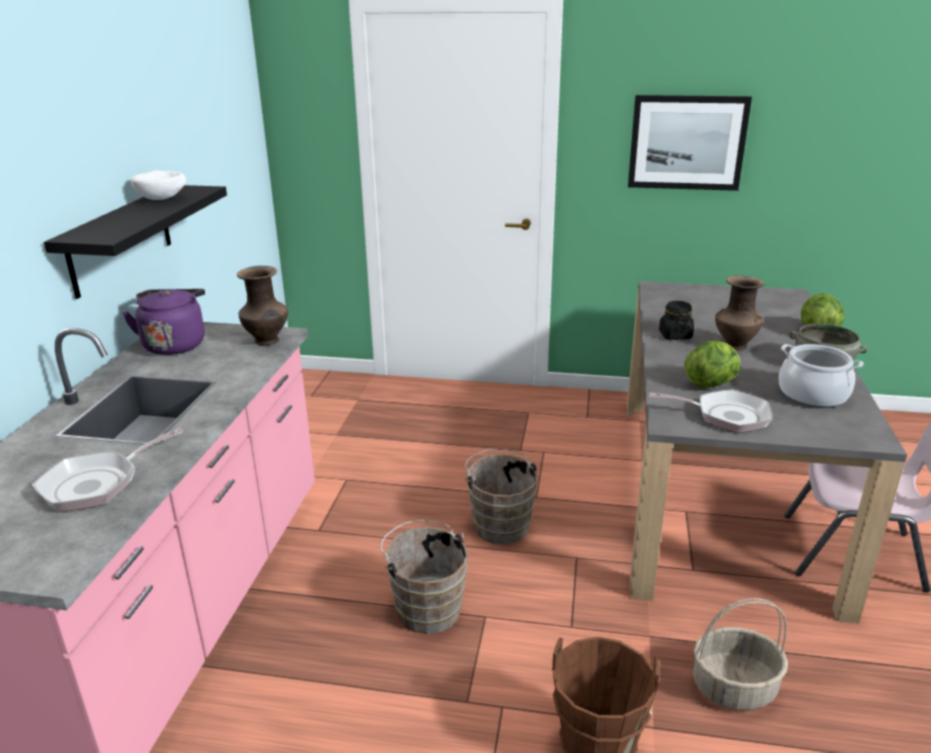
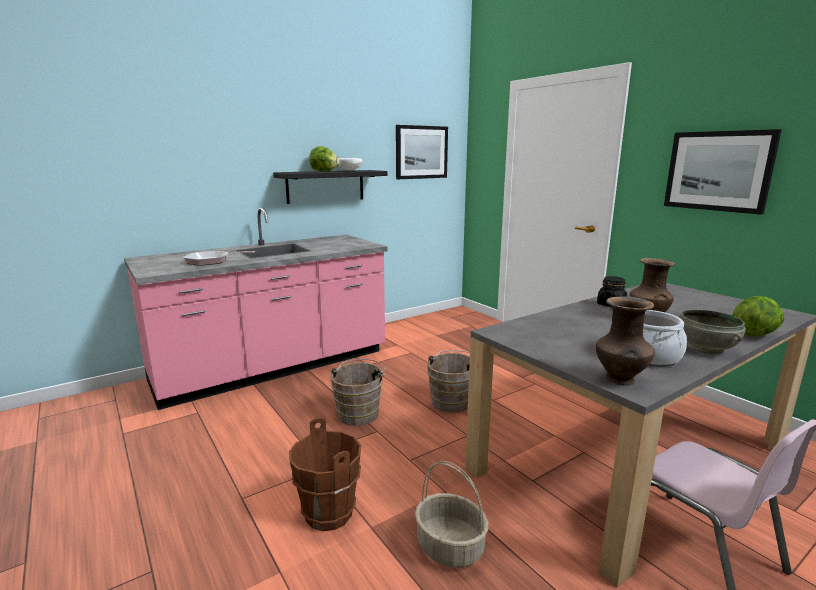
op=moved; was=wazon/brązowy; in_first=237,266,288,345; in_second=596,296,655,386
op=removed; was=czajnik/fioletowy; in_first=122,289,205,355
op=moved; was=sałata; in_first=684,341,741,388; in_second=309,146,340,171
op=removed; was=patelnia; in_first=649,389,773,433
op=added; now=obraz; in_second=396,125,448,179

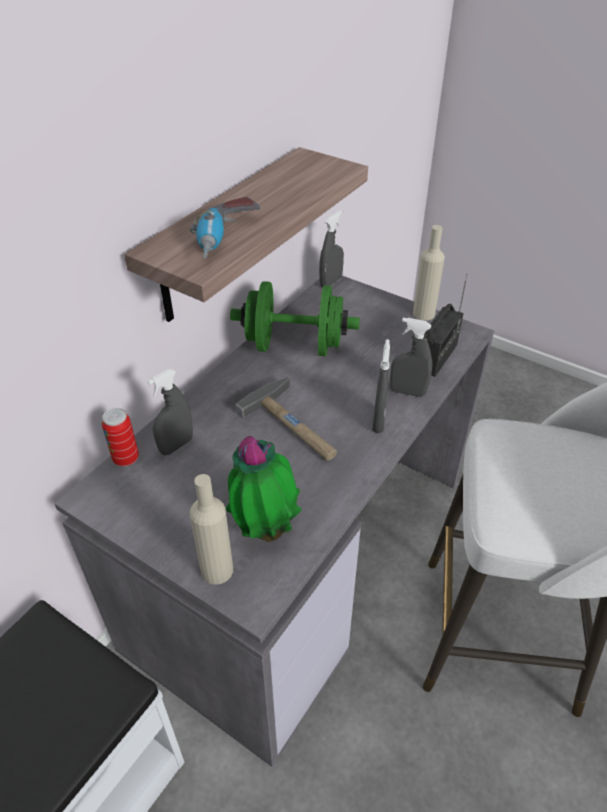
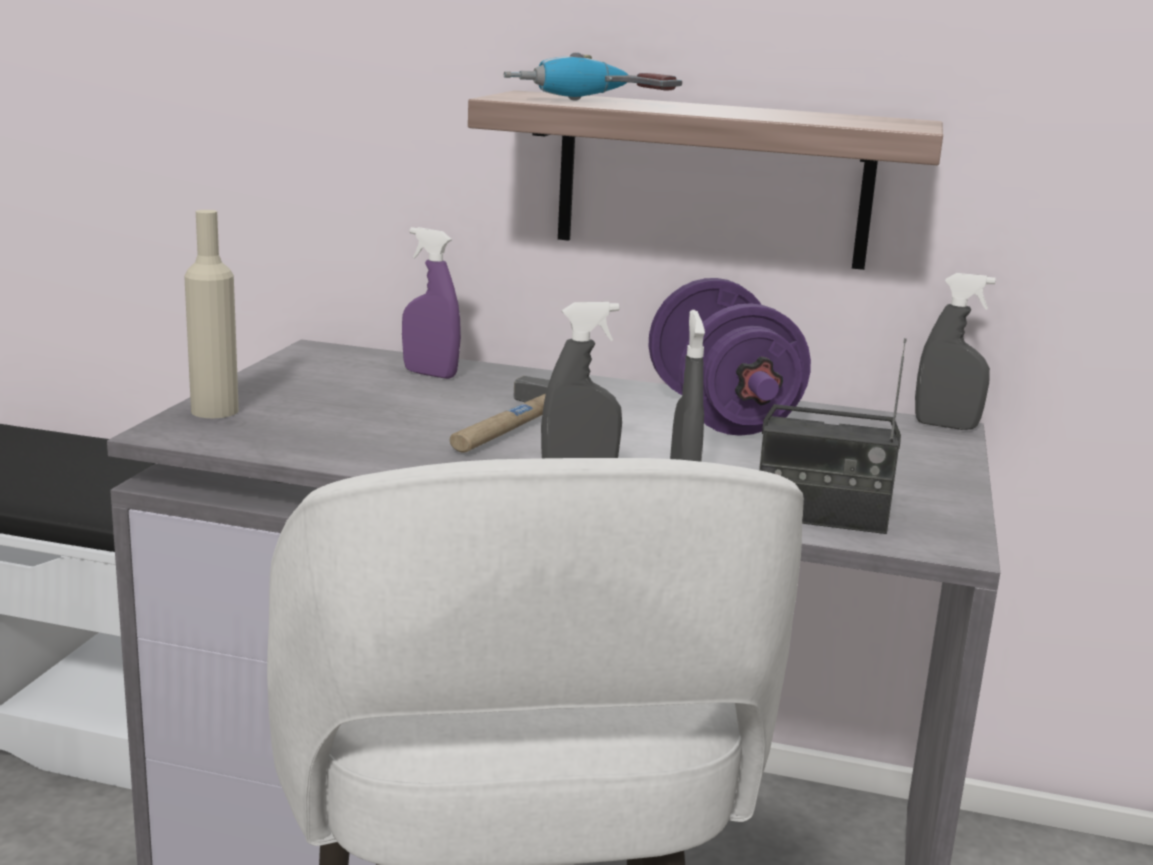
op=removed; was=butelka/beżowy; in_first=413,225,445,321
op=recoloured; was=hantel/zielony; now=hantel/fioletowy; in_first=230,281,360,356; in_second=649,278,811,436
op=recoloured; was=spryskiwacz/szary; now=spryskiwacz/fioletowy; in_first=147,369,193,455; in_second=402,227,461,379
op=removed; was=puszka; in_first=102,408,139,466
op=removed; was=roślina doniczkowa; in_first=226,436,302,542

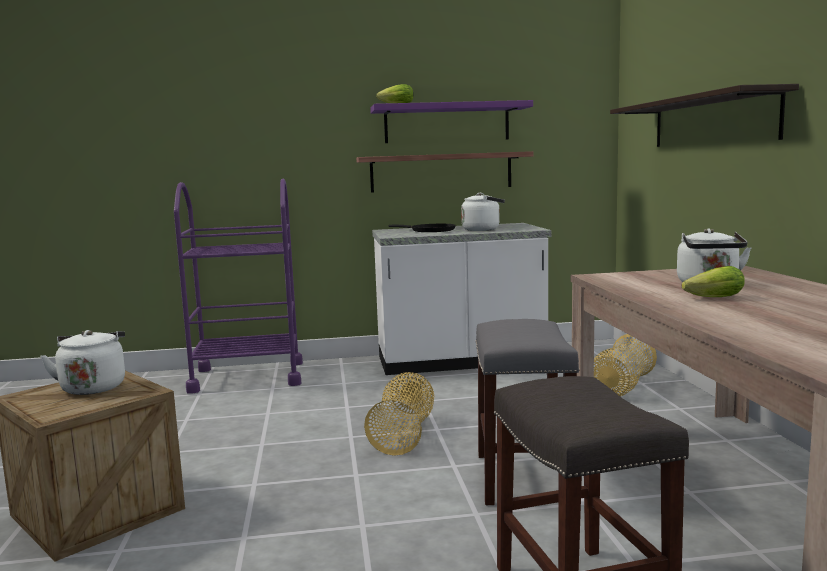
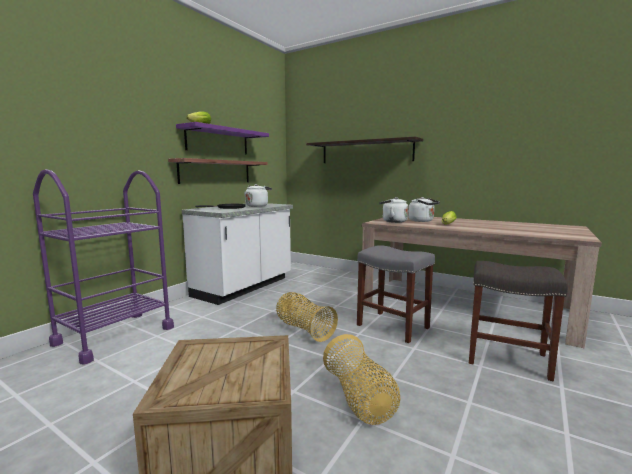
op=moved; was=czajnik/biały; in_first=40,330,125,395; in_second=379,197,409,223
op=moved; was=koszyk; in_first=594,334,657,396; in_second=323,334,400,425

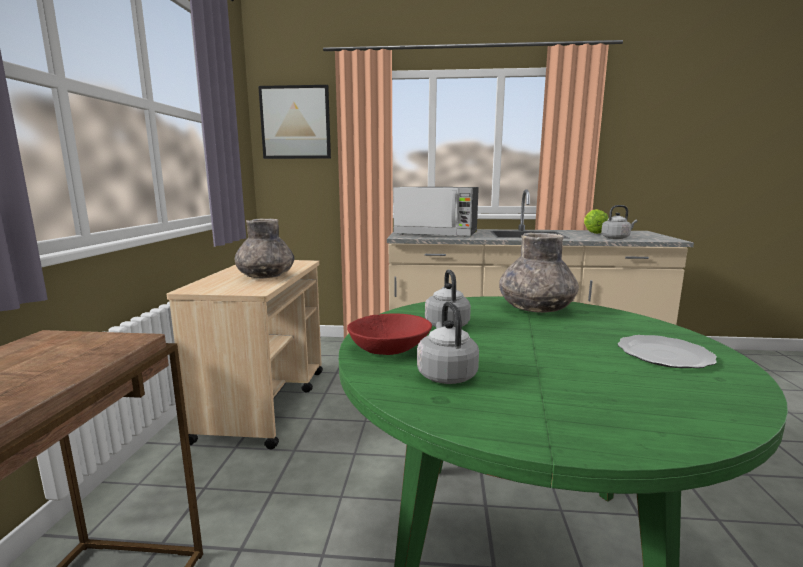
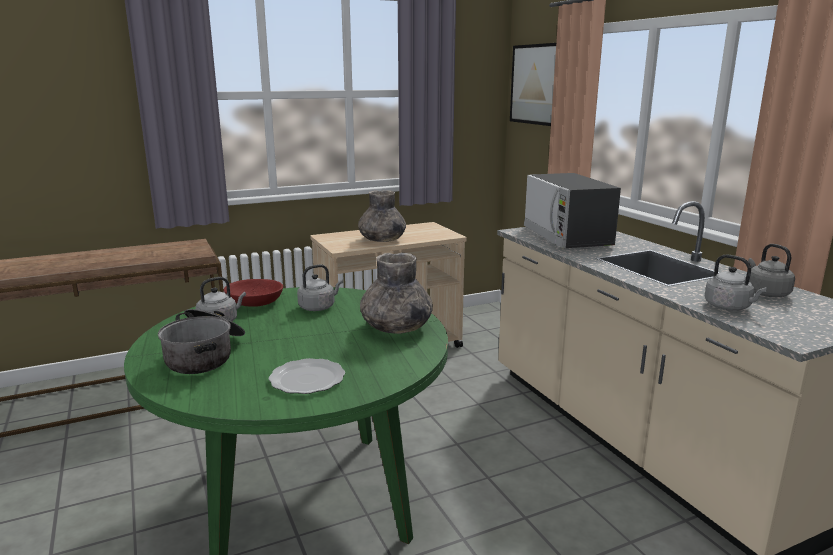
op=replaced; was=sałata; now=czajnik/szary; in_first=584,209,608,234; in_second=748,244,795,297
op=added; now=garnek; in_second=158,309,245,374

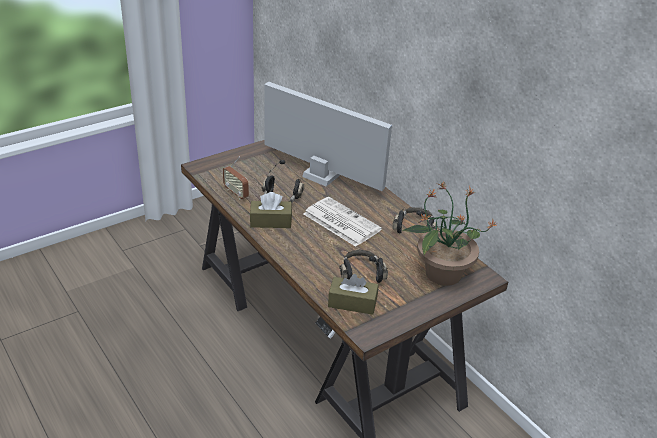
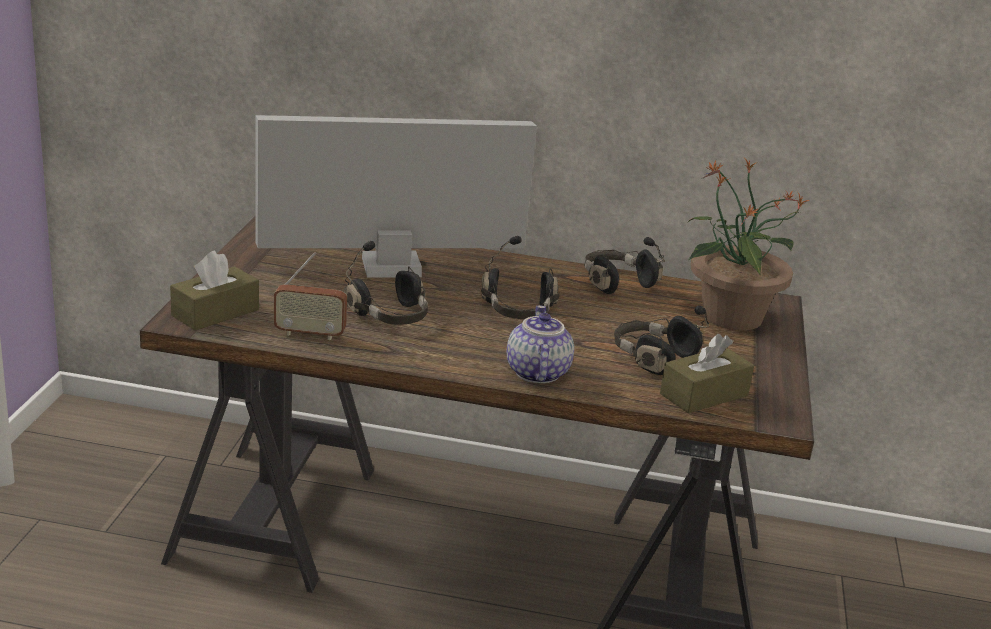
op=moved; was=pudełko chusteczek/brązowy; in_first=250,192,292,228; in_second=170,250,259,331
op=replaced; was=gazeta; now=słuchawki/czarny; in_first=304,197,382,247; in_second=481,236,560,319
op=added; now=imbryk; in_second=507,305,574,384

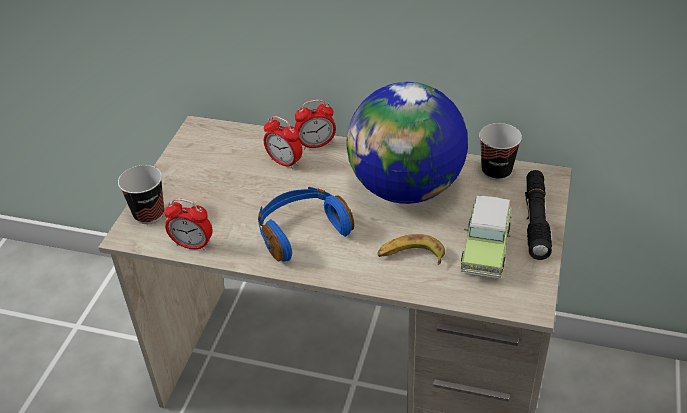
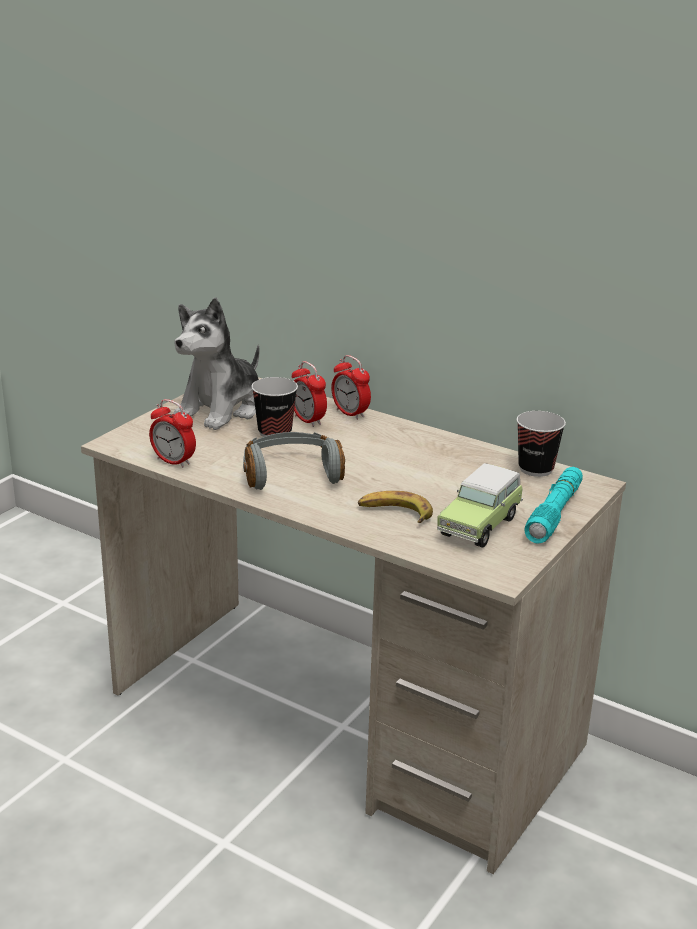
op=removed; was=globus; in_first=346,82,468,204
op=turned; was=budzik; in_first=295,99,336,150; in_second=331,355,371,420; clockwise=45
op=moved; was=filiżanka; in_first=118,165,164,224; in_second=251,377,298,437
op=recoloured; was=latarka/czarny; now=latarka/turkusowy; in_first=525,170,552,260; in_second=524,467,583,543
op=recoloured; was=słuchawki/niebieski; now=słuchawki/szary; in_first=258,187,354,262; in_second=243,432,345,490
op=added; now=pluszak; in_second=173,298,260,430

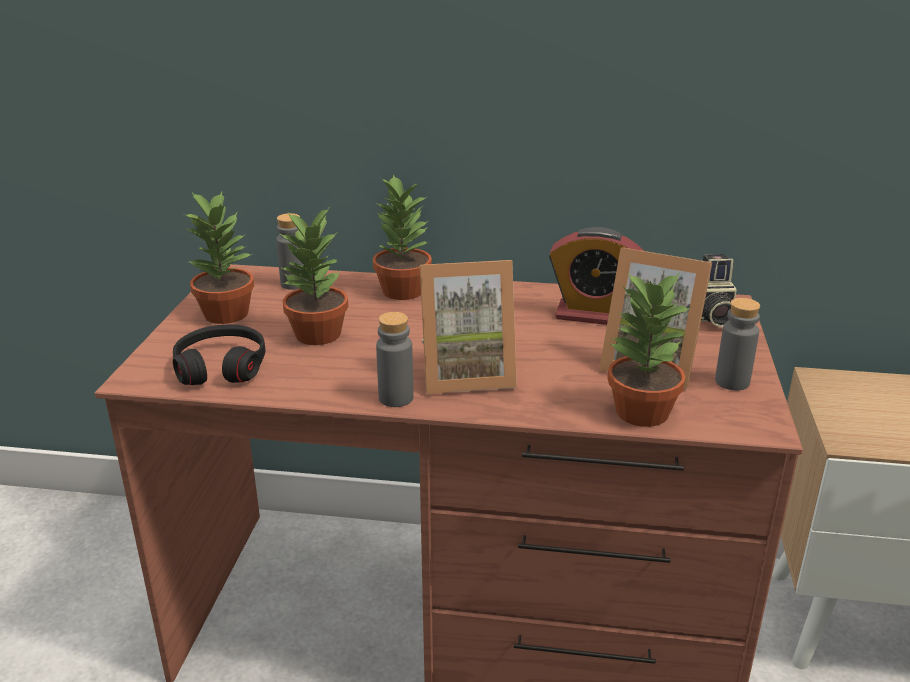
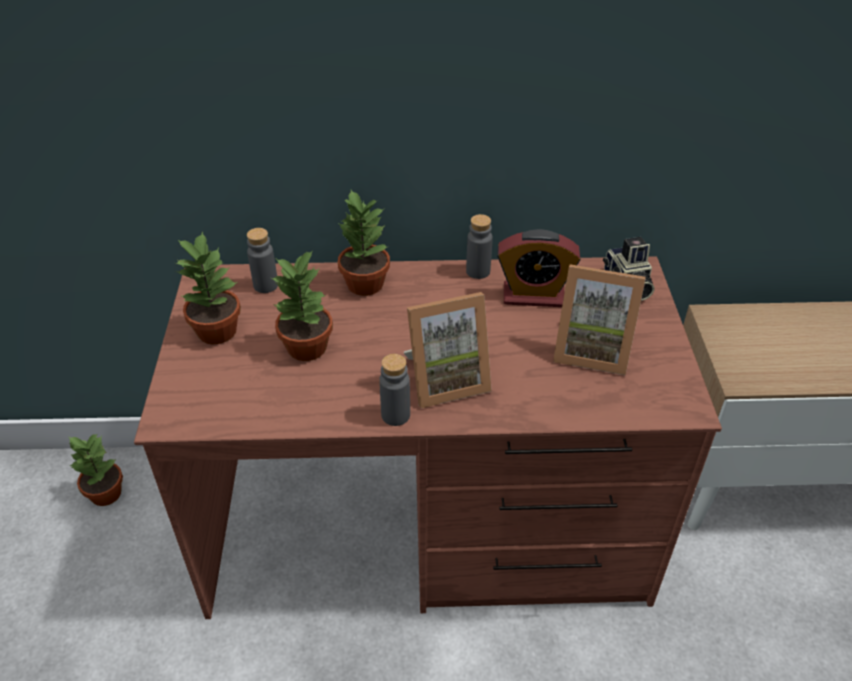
op=moved; was=roślina doniczkowa; in_first=607,272,693,427; in_second=68,433,123,506
op=moved; was=butelka/szary; in_first=715,298,760,390; in_second=466,214,493,279
op=removed; was=słuchawki/czarny; in_first=173,324,265,385

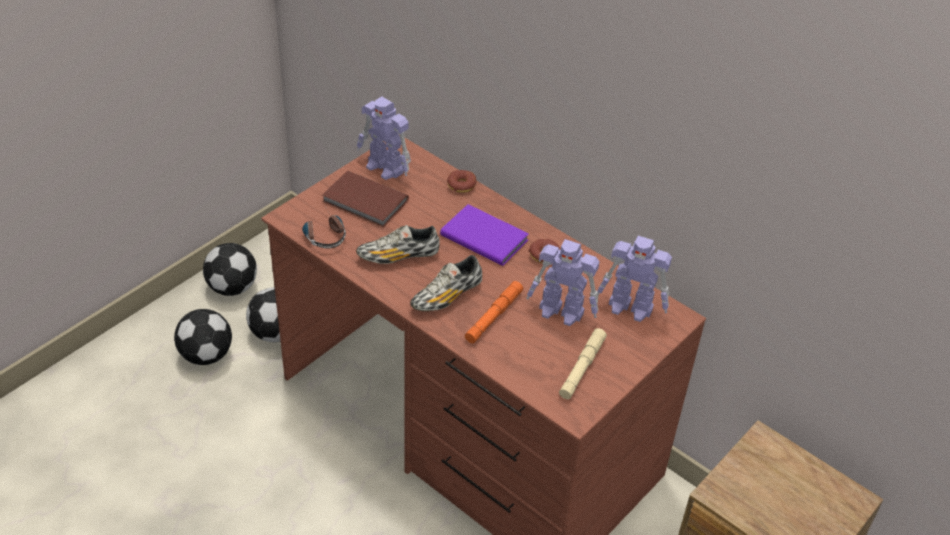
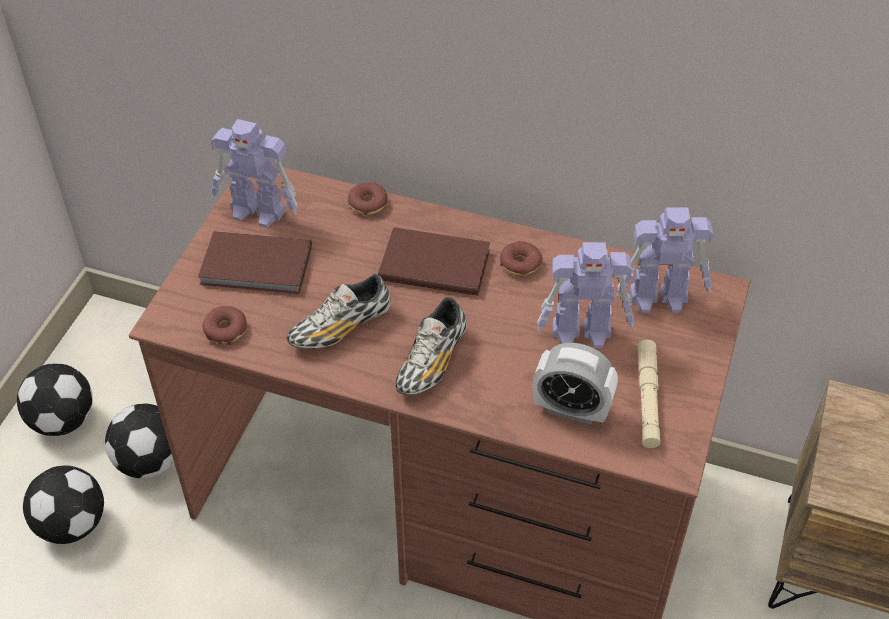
op=recoloured; was=książka/fioletowy; now=książka/brązowy; in_first=440,204,529,266; in_second=378,227,490,296
op=replaced; was=słuchawki; now=donut; in_first=302,208,346,248; in_second=203,306,247,345
op=removed; was=latarka/pomarańczowy; in_first=465,281,523,343
op=added; now=budzik; in_second=533,343,618,425

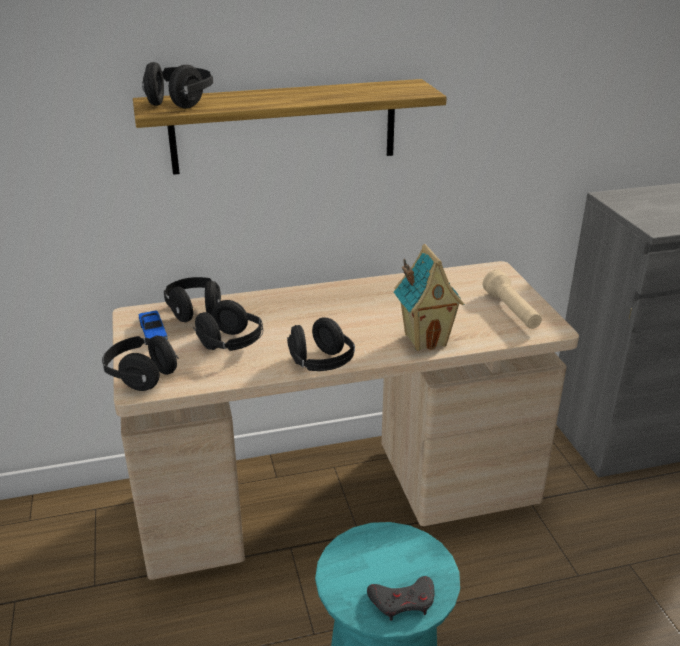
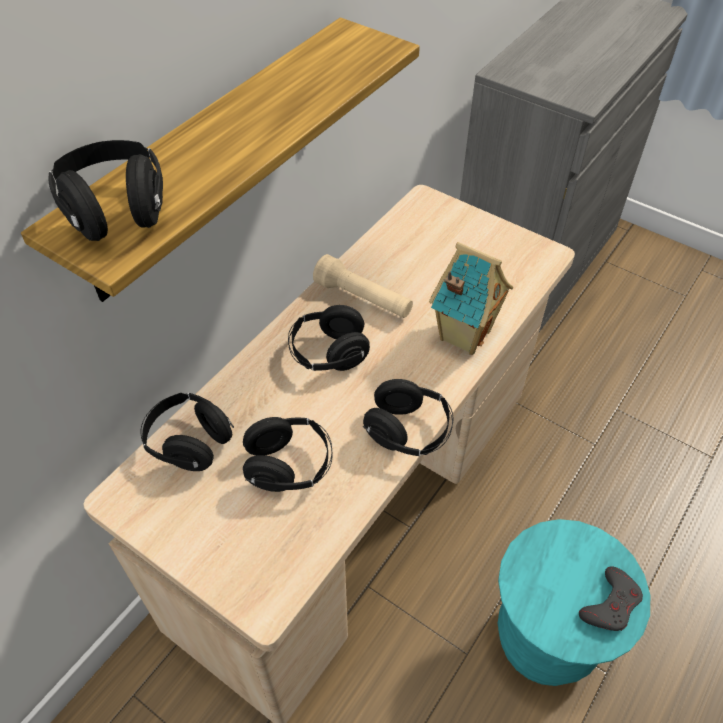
op=moved; was=latarka/beżowy; in_first=483,270,542,329; in_second=313,254,413,318
op=removed; was=samochodzik; in_first=139,310,168,339
op=moved; was=słuchawki/czarny; in_first=102,336,179,391; in_second=288,305,370,371

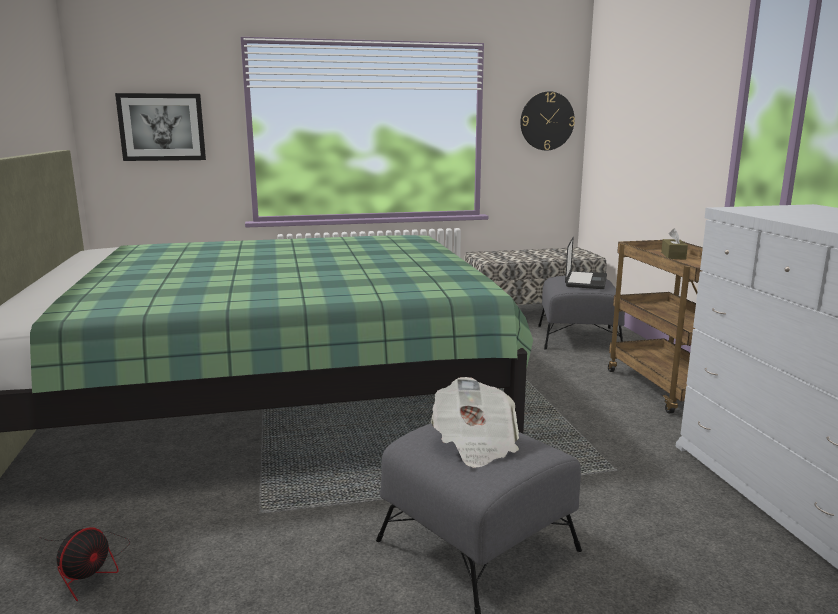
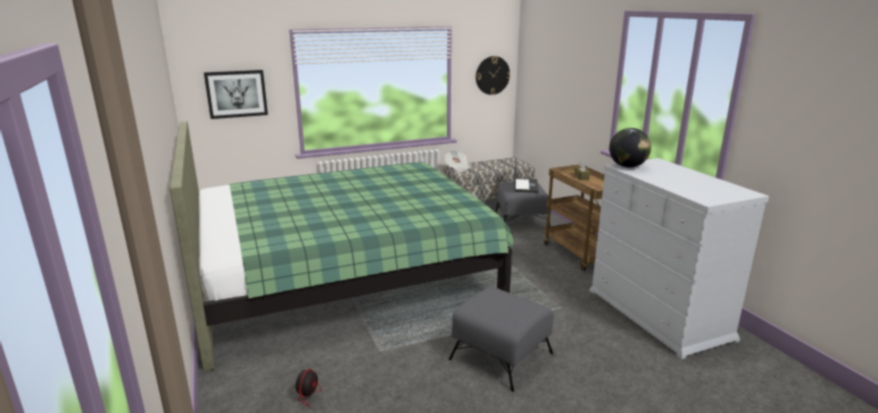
op=moved; was=gazeta; in_first=431,377,519,468; in_second=445,150,470,173
op=added; now=globus; in_second=609,128,651,168

